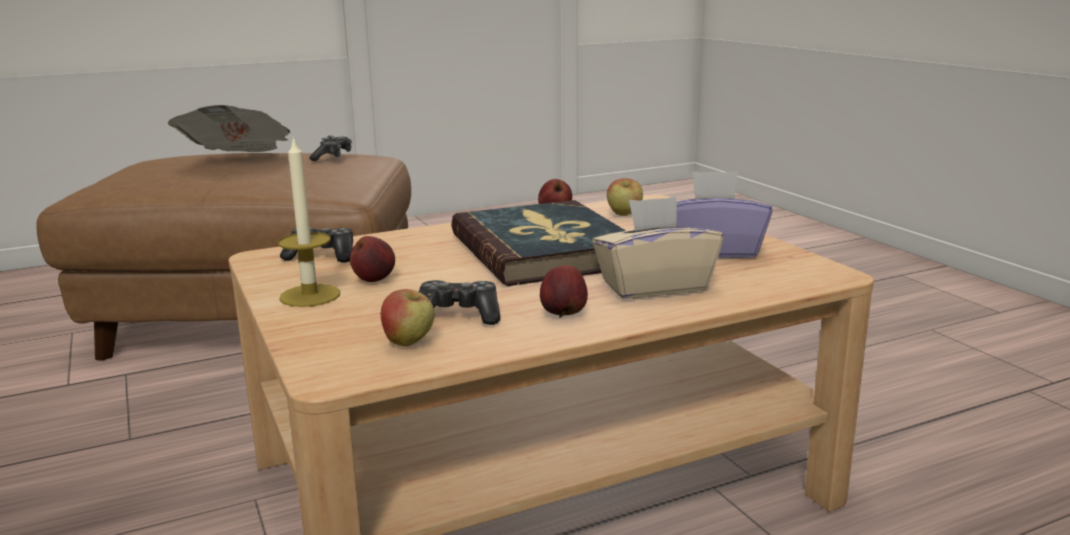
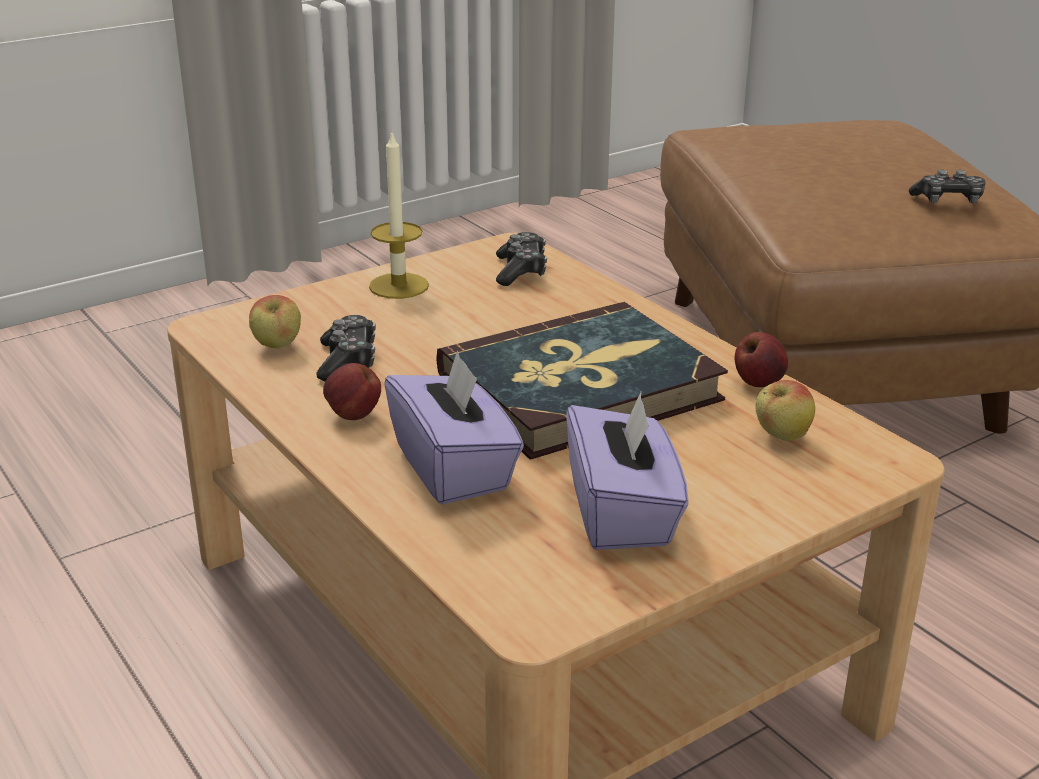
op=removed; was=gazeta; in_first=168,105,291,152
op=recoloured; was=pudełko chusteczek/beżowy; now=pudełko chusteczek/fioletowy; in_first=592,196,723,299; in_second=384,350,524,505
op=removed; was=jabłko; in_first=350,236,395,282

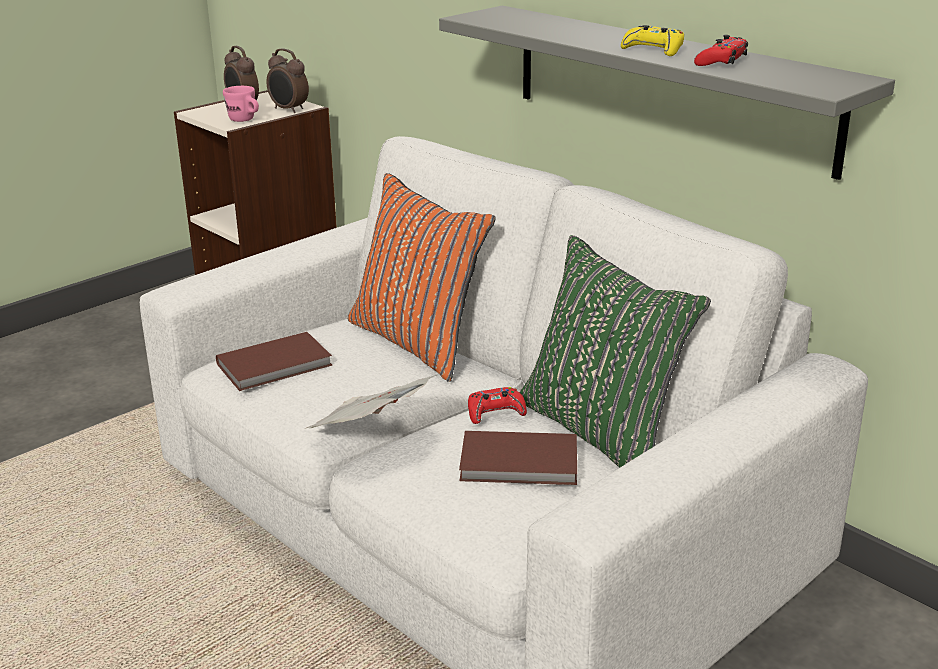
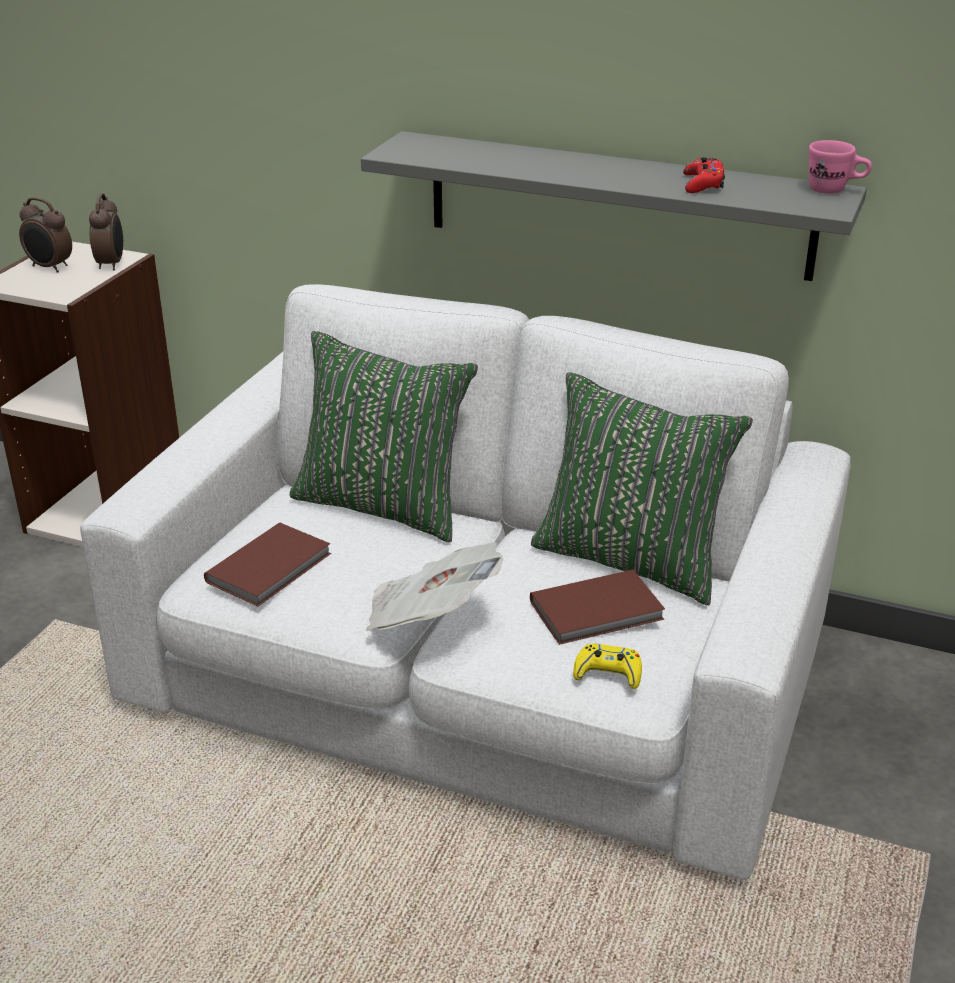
op=moved; was=pad do gier/żółty; in_first=621,25,684,56; in_second=573,644,642,689
op=turned; was=budzik; in_first=266,48,309,113; in_second=89,194,123,270; clockwise=-105
op=moved; was=kubek/różowy; in_first=223,86,259,122; in_second=809,140,872,194
op=recoloured; was=poduszka/pomarańczowy; now=poduszka/zielony; in_first=348,173,496,382; in_second=290,331,478,542
op=removed; was=pad do gier/czerwony; in_first=468,387,527,424

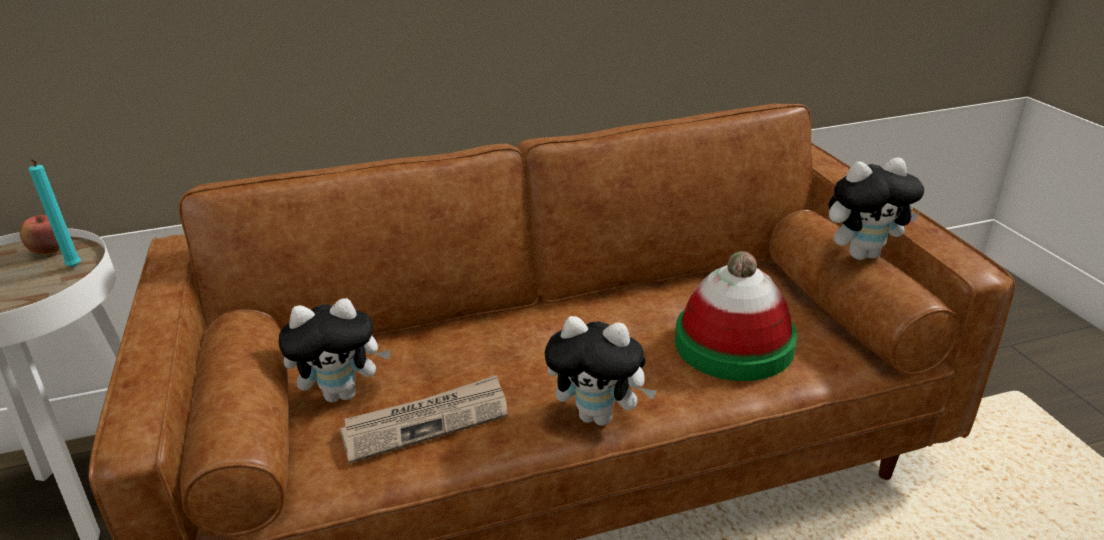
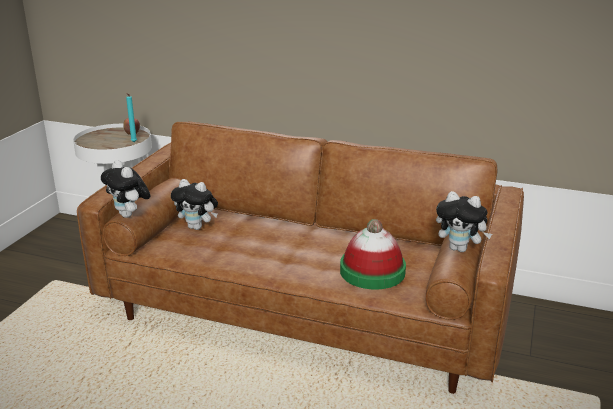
op=moved; was=pluszak; in_first=545,316,657,426; in_second=101,160,151,218
op=removed; was=gazeta; in_first=340,375,508,464

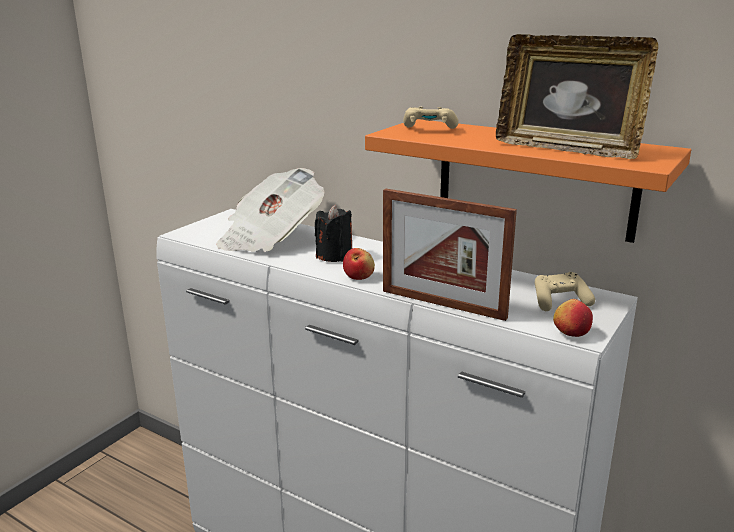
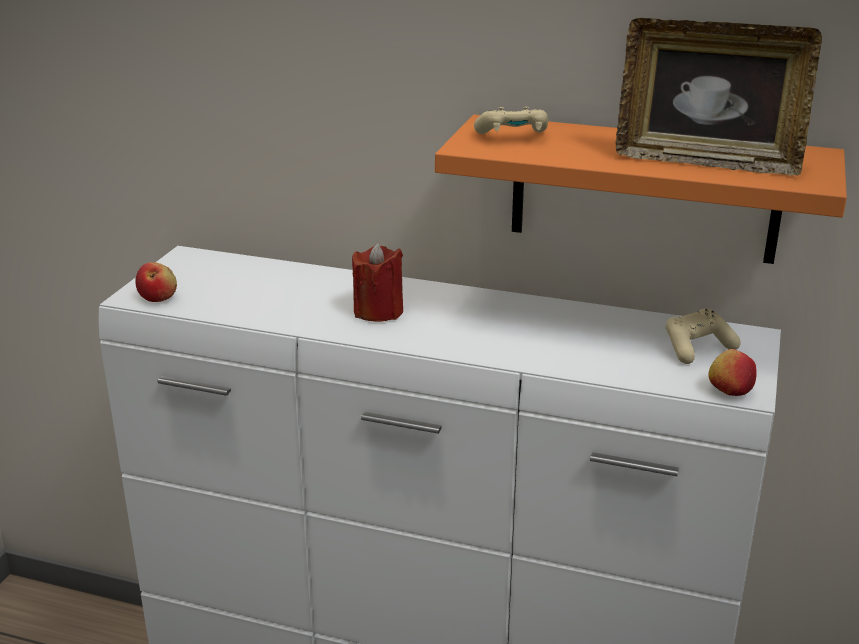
op=removed; was=gazeta; in_first=216,168,324,252
op=removed; was=ramka na zdjęcie; in_first=383,189,517,321
op=recoloured; was=świeca/czarny; now=świeca/czerwony; in_first=315,205,352,262; in_second=352,243,403,322
op=moved; was=jabłko; in_first=343,248,375,280; in_second=135,262,177,302

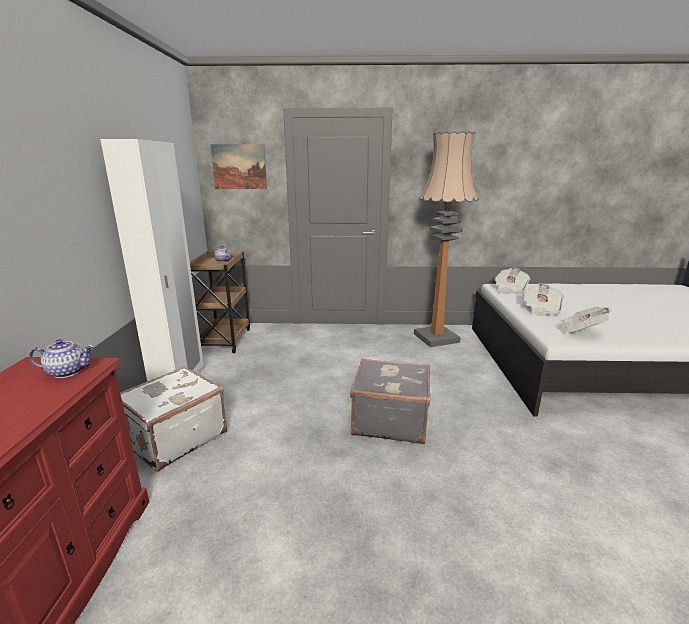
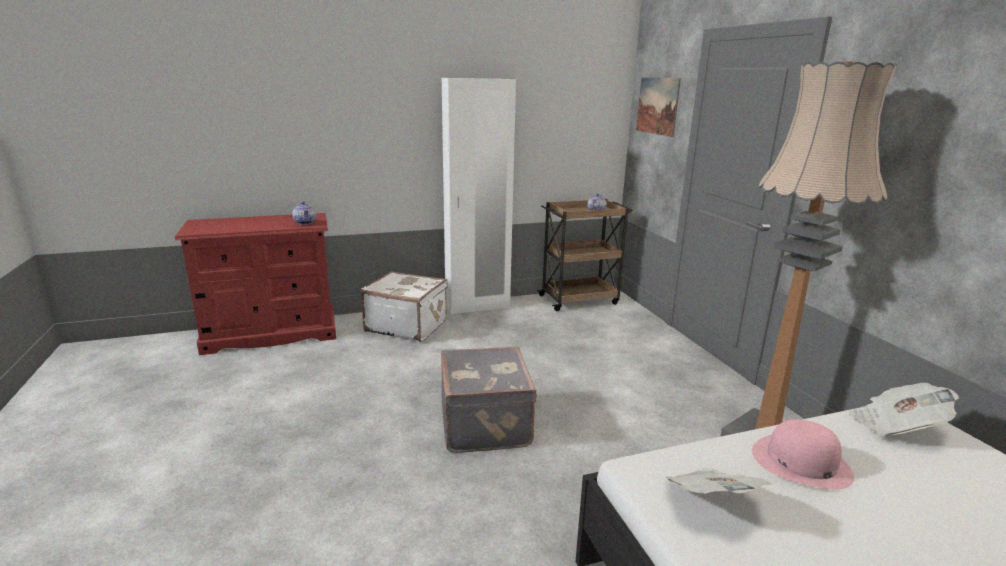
op=replaced; was=gazeta; now=kapelusz/różowy; in_first=523,283,564,316; in_second=752,419,854,489

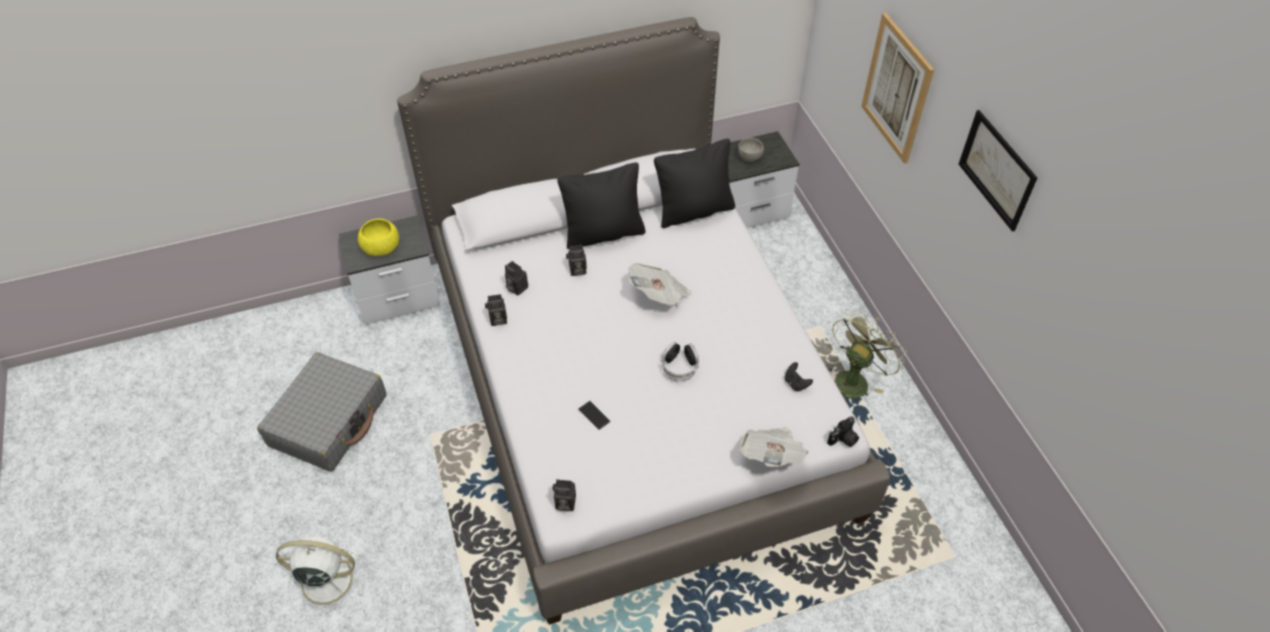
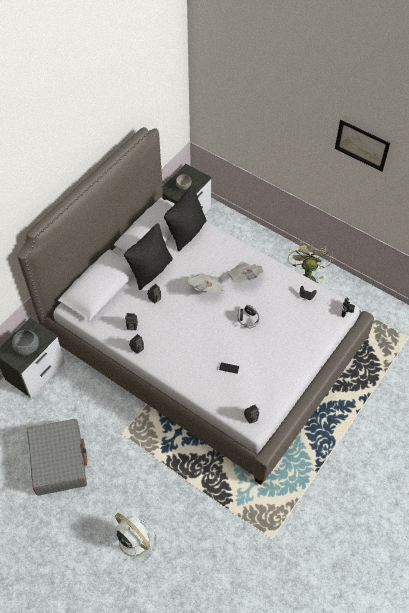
op=removed; was=obraz; in_first=861,13,934,164
op=recoloured; was=miska/żółty; now=miska/szary; in_first=358,219,399,256; in_second=12,330,39,355
op=moved; was=gazeta; in_first=739,427,809,467; in_second=227,262,264,283
op=turned; was=wentylator/biały; in_first=276,536,364,616; in_second=110,513,157,564; clockwise=75

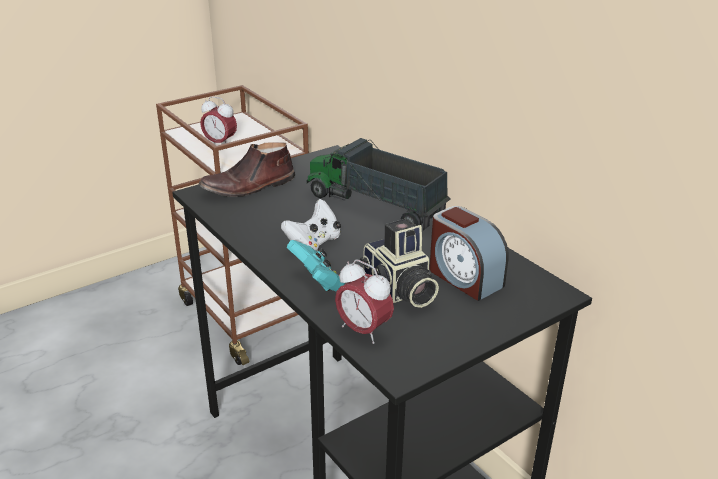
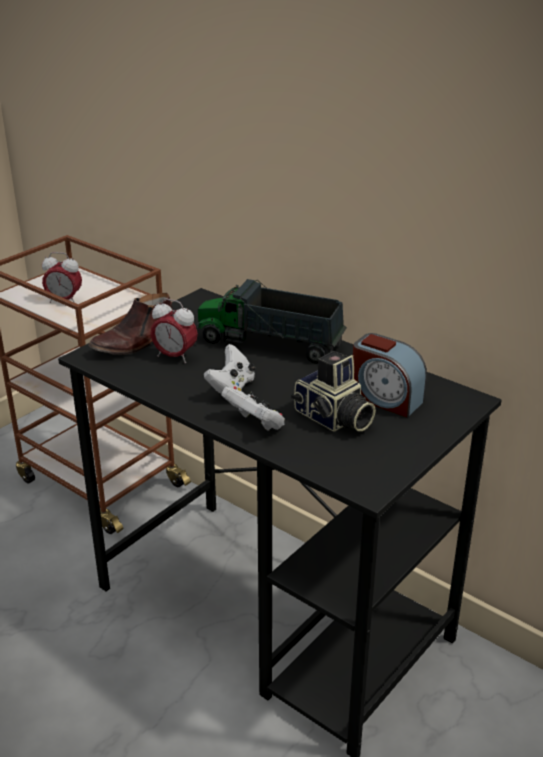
op=recoloured; was=pad do gier/turkusowy; now=pad do gier/biały; in_first=287,240,345,291; in_second=221,387,285,431
op=moved; was=budzik; in_first=335,259,394,344; in_second=150,298,198,364

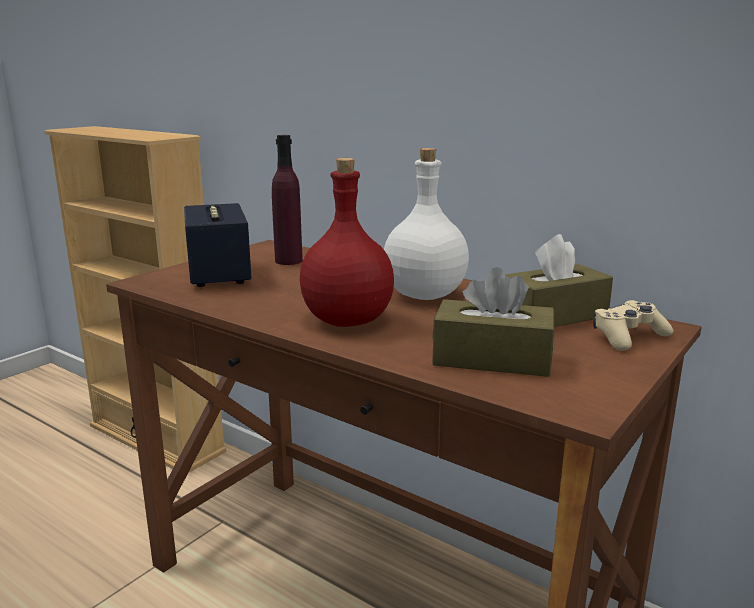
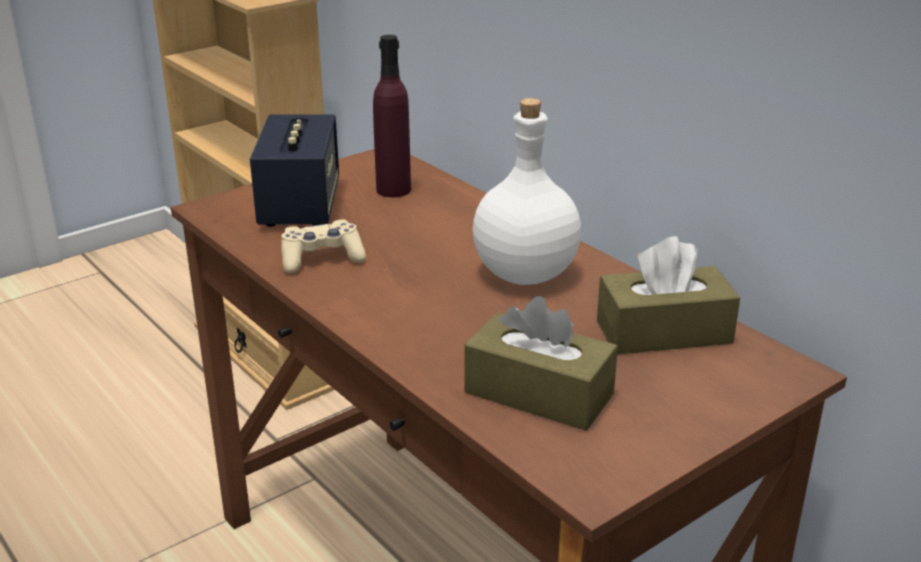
op=removed; was=butelka/czerwony; in_first=300,158,394,327
op=moved; was=pad do gier/beżowy; in_first=593,300,673,351; in_second=281,219,366,273

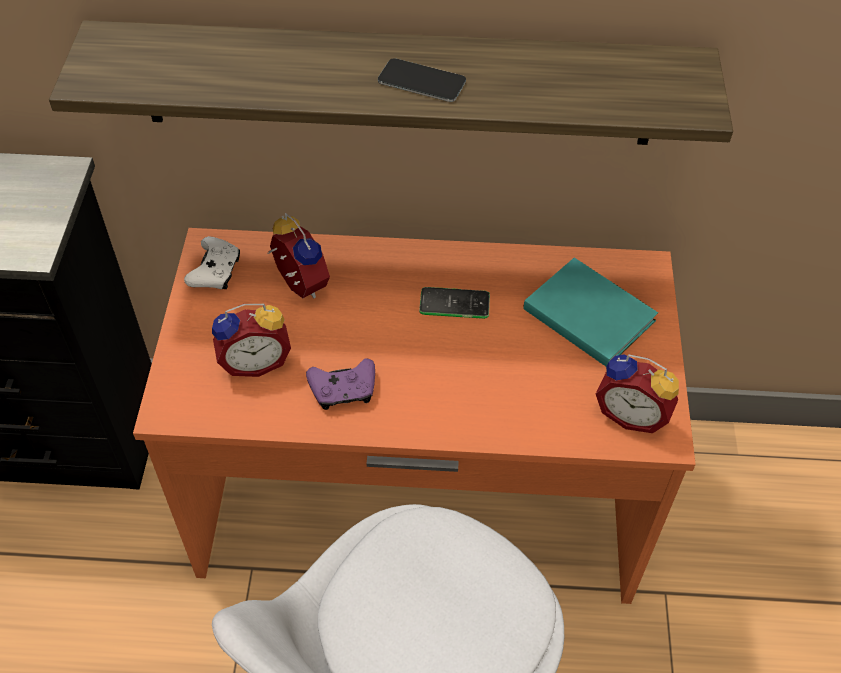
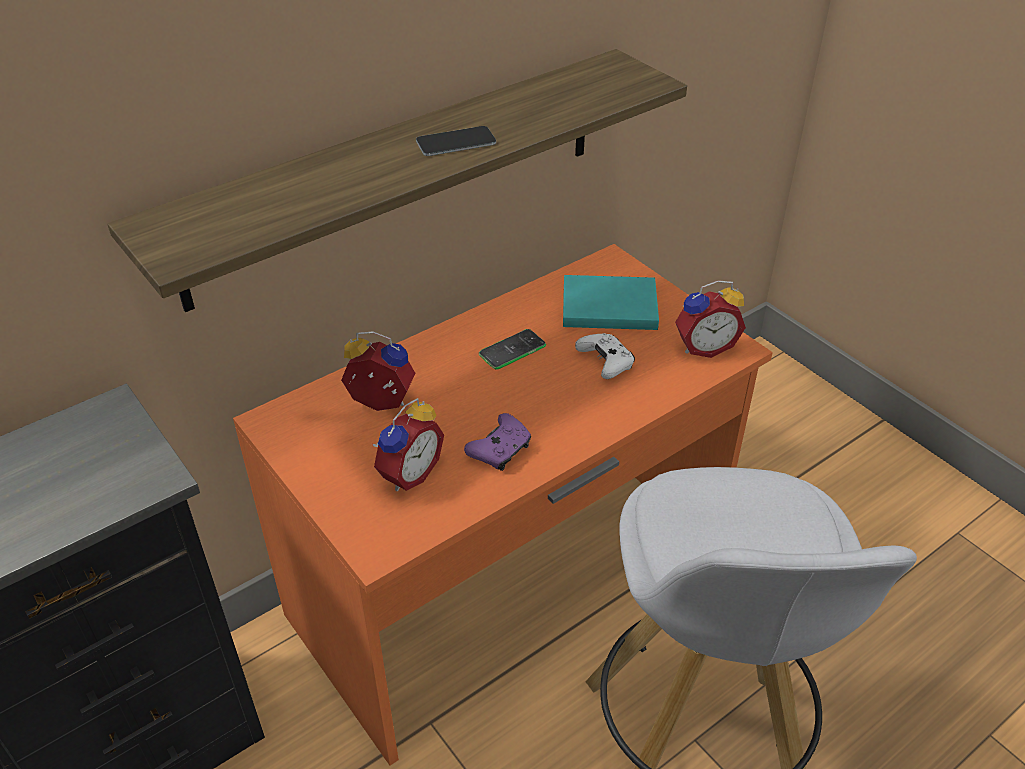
op=moved; was=pad do gier/biały; in_first=184,236,240,289; in_second=575,333,635,379

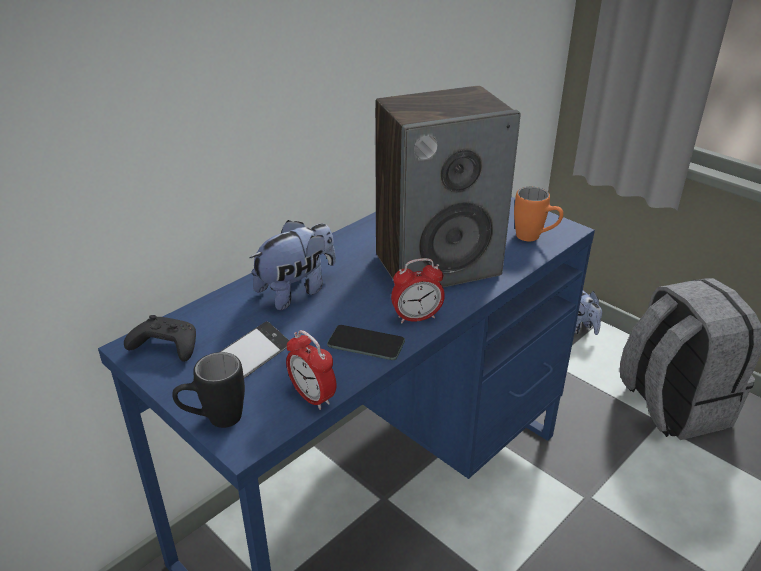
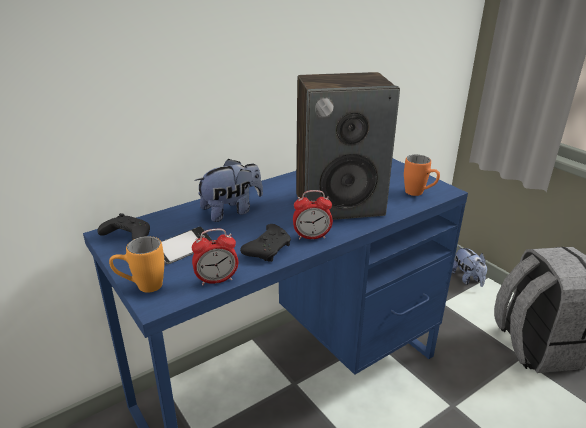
op=replaced; was=telefon; now=pad do gier/czarny; in_first=327,325,405,360; in_second=240,224,291,262
op=turned; was=budzik; in_first=286,330,336,410; in_second=192,229,238,285; clockwise=-75
op=recoloured; was=kubek/czarny; now=kubek/pomarańczowy; in_first=172,352,245,428; in_second=109,236,164,293

